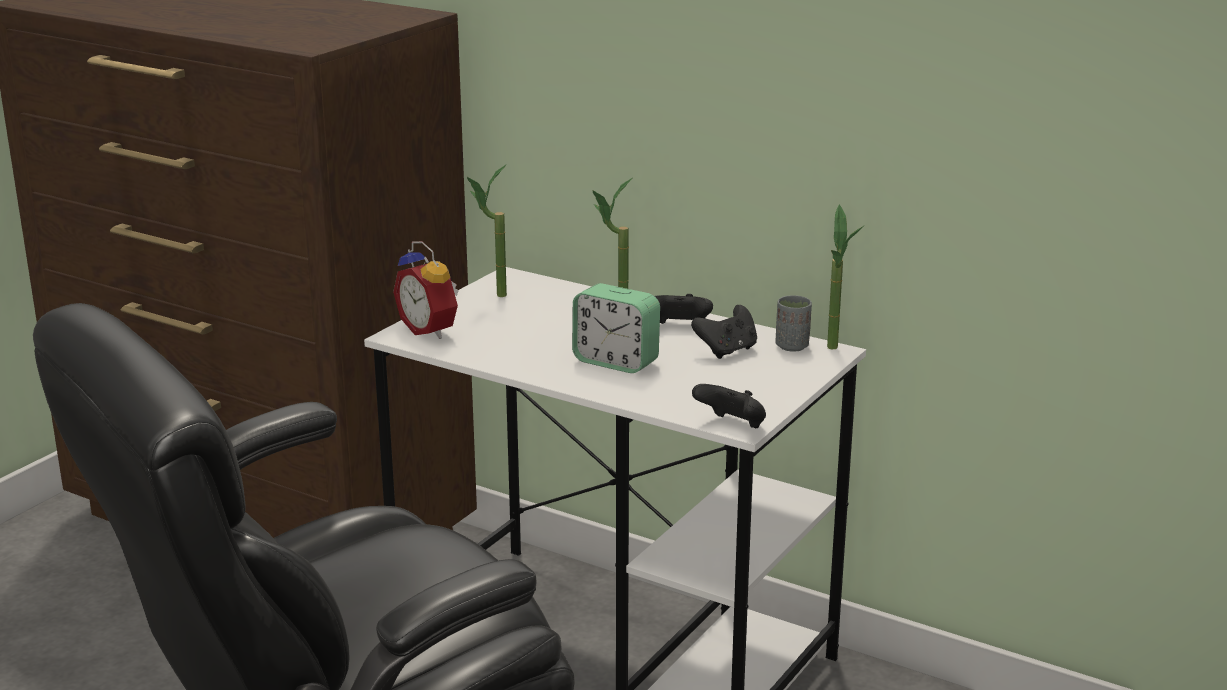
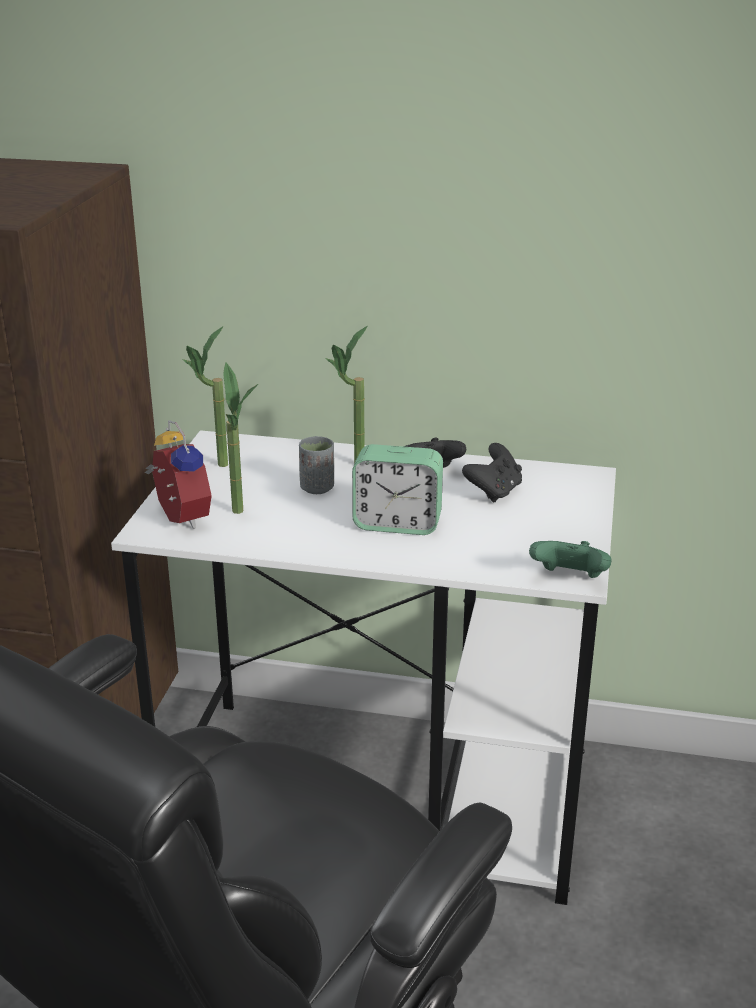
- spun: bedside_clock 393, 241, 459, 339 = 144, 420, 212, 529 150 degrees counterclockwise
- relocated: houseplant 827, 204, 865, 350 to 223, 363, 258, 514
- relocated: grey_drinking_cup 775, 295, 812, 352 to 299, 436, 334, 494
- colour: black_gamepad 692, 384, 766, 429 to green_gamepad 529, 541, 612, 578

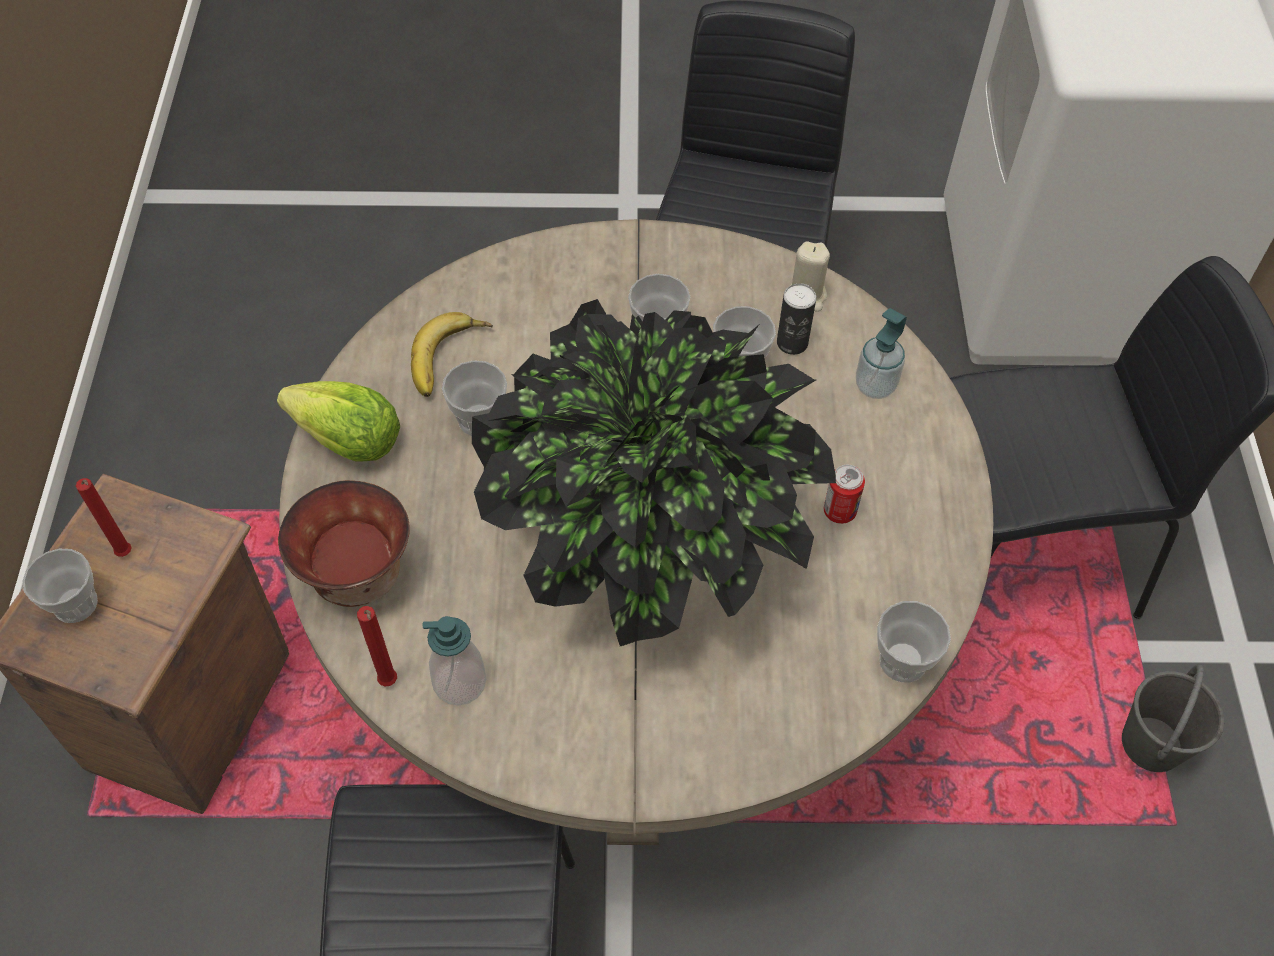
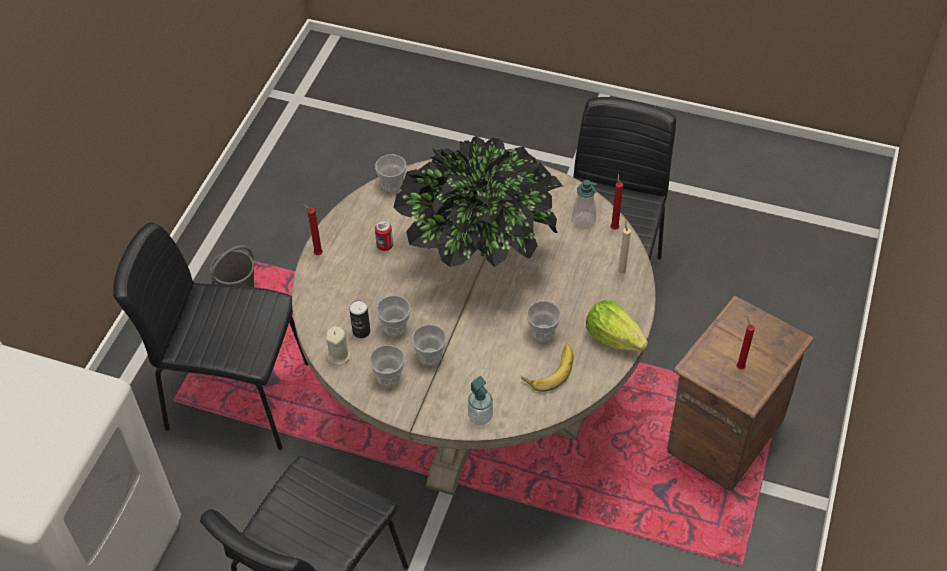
- appeared: red_wax_light 303, 204, 323, 255
- relocated: drinking_cup 22, 549, 98, 623 to 369, 345, 405, 387
- relocated: soap_dispenser 856, 308, 907, 399 to 468, 376, 493, 425
- exchanged: bowl 278, 480, 410, 607 to beige-coloured_wax_light 617, 220, 631, 276

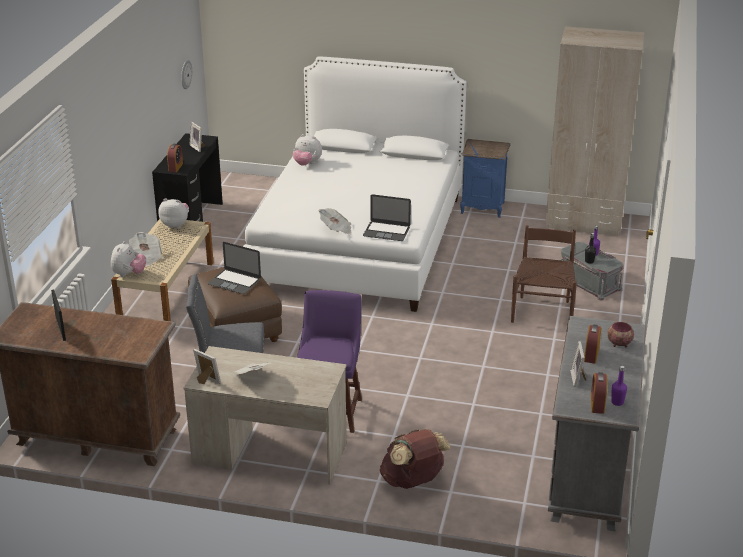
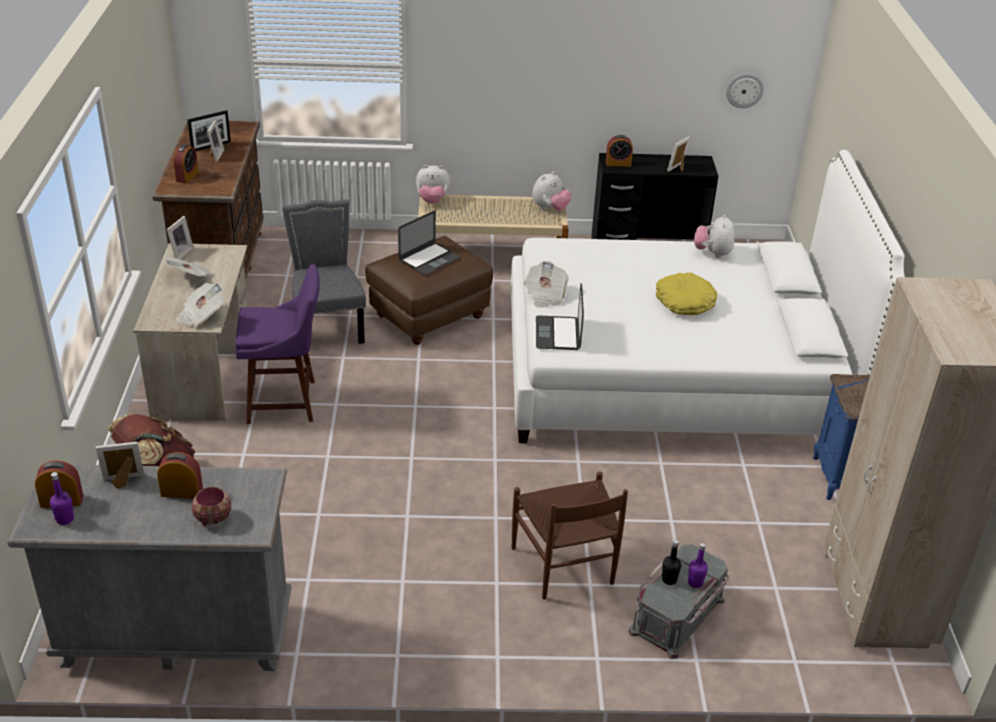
- appeared: bedside_clock 173, 145, 199, 184
- relocated: daily_paper 129, 232, 163, 266 to 176, 283, 224, 327
- appeared: picture_frame 207, 120, 224, 162
- spun: notebook_computer 208, 242, 261, 294 = 398, 211, 461, 275 150 degrees counterclockwise
- spun: brownish_plain_chair 511, 225, 577, 323 = 512, 472, 628, 599 75 degrees clockwise
- spun: soft_toy 158, 199, 189, 229 = 532, 171, 571, 211 45 degrees clockwise
- appeared: yellowish_throw_pillow 656, 273, 717, 315

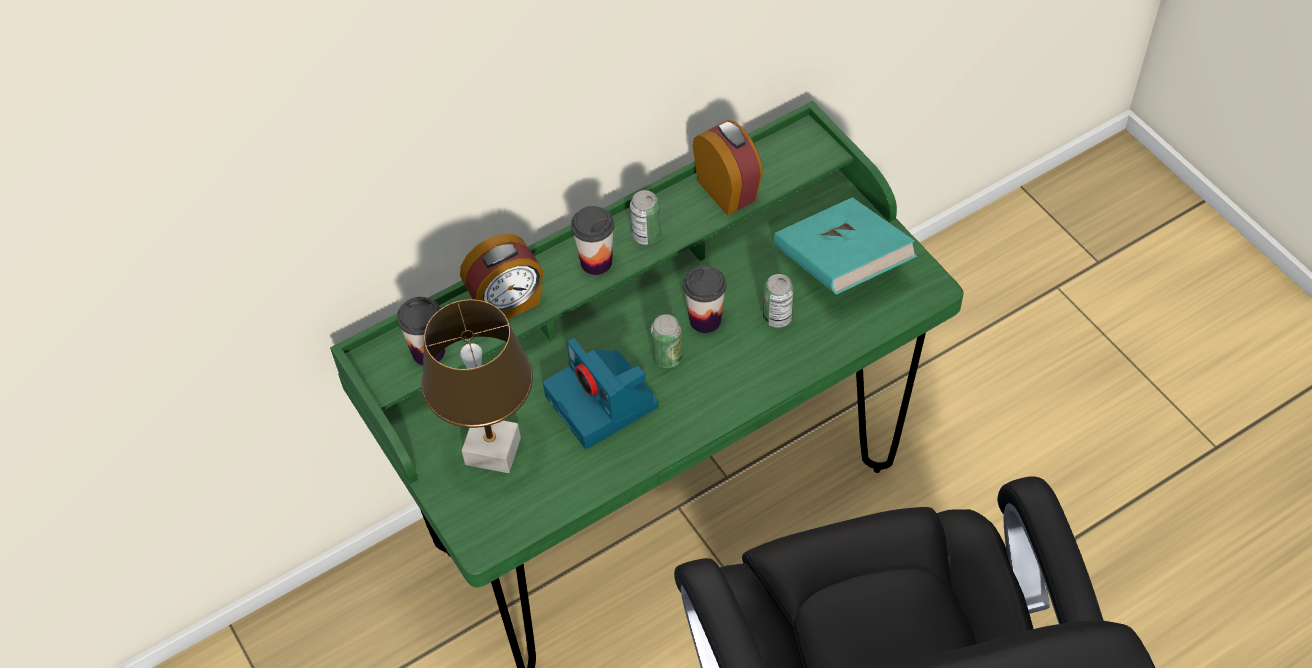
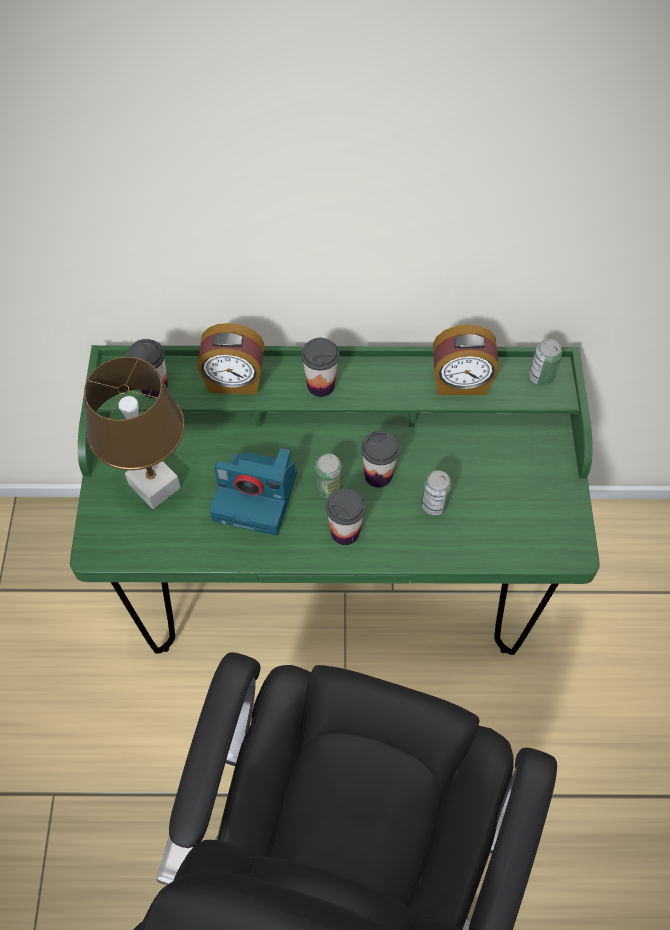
- spun: still_camera 543, 338, 658, 449 = 210, 448, 297, 536 75 degrees counterclockwise
- appeared: drinking_cup 326, 489, 366, 545
- spun: bedside_clock 693, 120, 763, 216 = 433, 324, 499, 395 90 degrees clockwise
- relocated: metal_can 630, 190, 661, 245 to 529, 339, 562, 386
- missing: turquoise-coloured_volume 774, 197, 917, 295

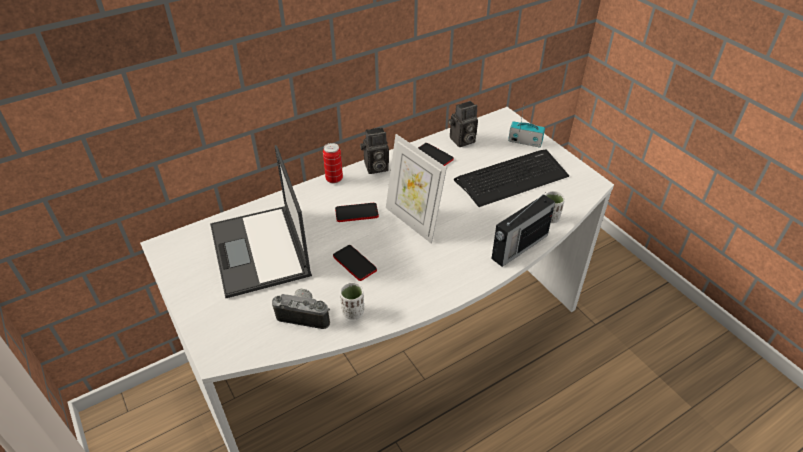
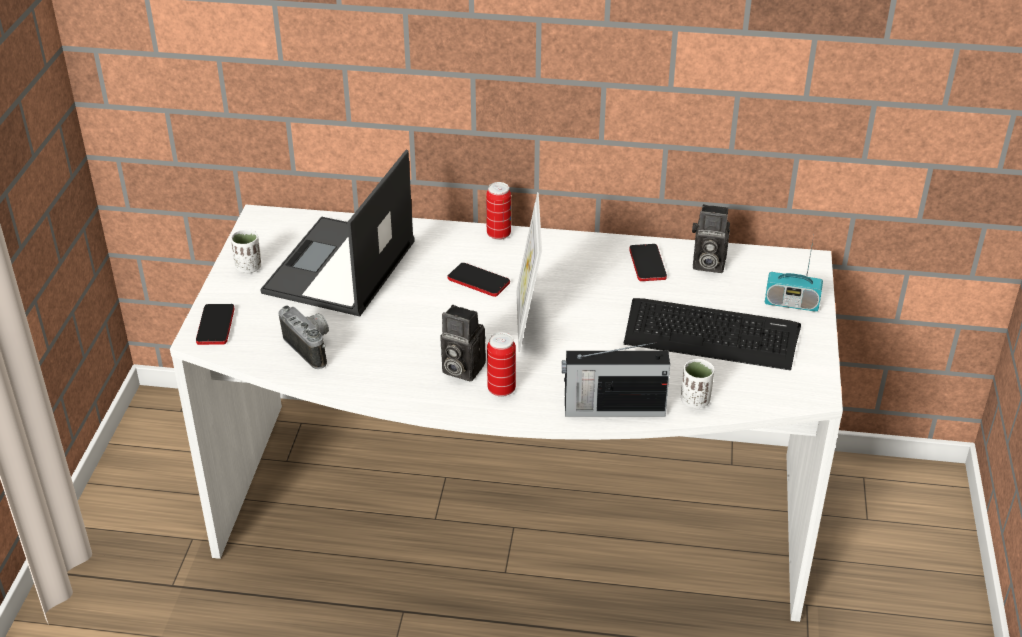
- relocated: handset 333, 245, 377, 281 to 196, 304, 234, 345
- relocated: white-coloured_drinking_cup 340, 282, 364, 320 to 231, 229, 261, 274
- relocated: still_camera 360, 127, 389, 174 to 440, 305, 486, 382
- appeared: metal_can 487, 332, 516, 397
- spun: radio_set 508, 107, 545, 147 = 765, 235, 823, 312 135 degrees clockwise

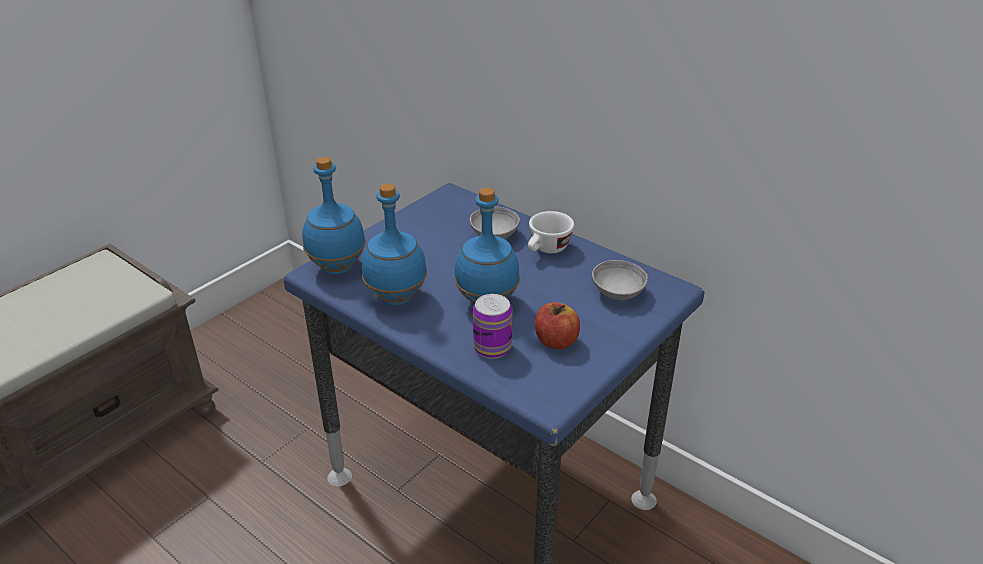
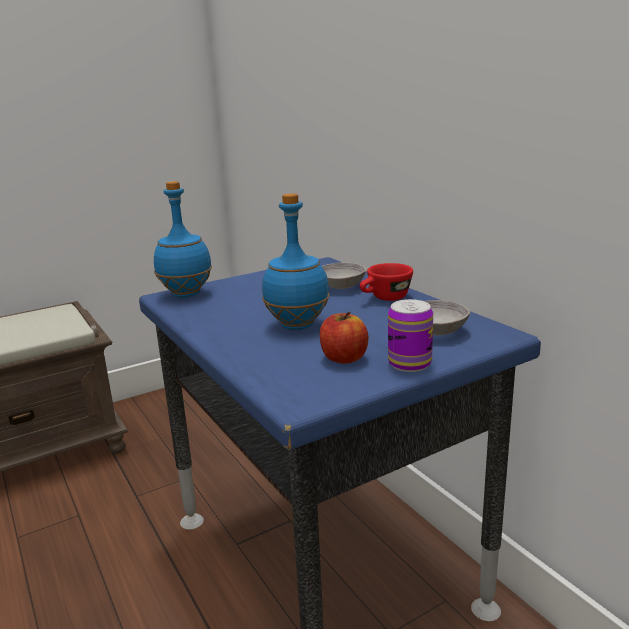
- colour: white-coloured_drinking_cup 528, 211, 574, 253 to red_drinking_cup 360, 263, 413, 301
- relocated: metal_can 473, 294, 512, 359 to 388, 299, 433, 372
- missing: blue_beverage_bottle 362, 184, 427, 305

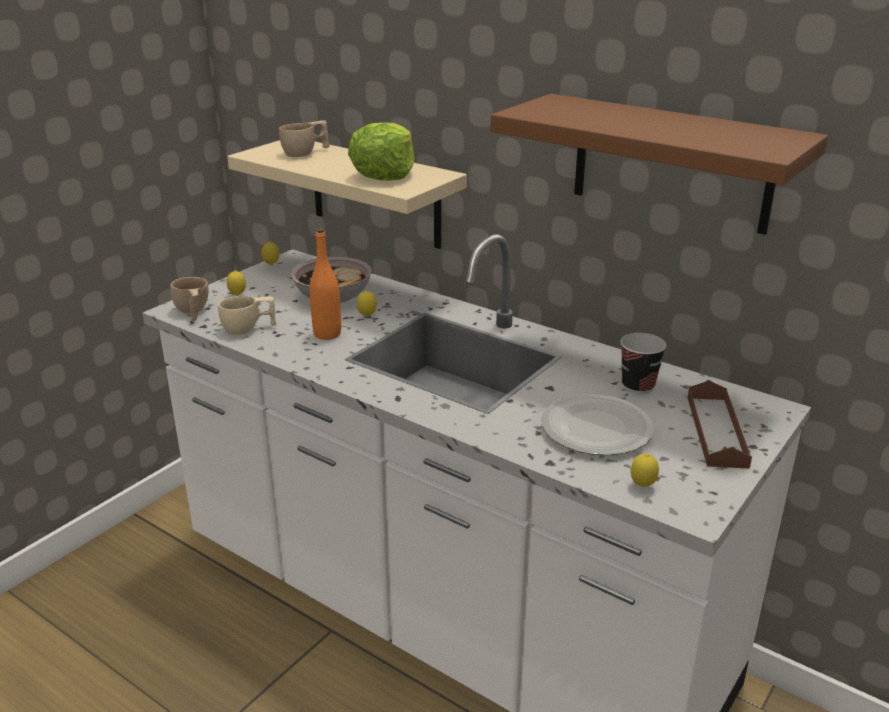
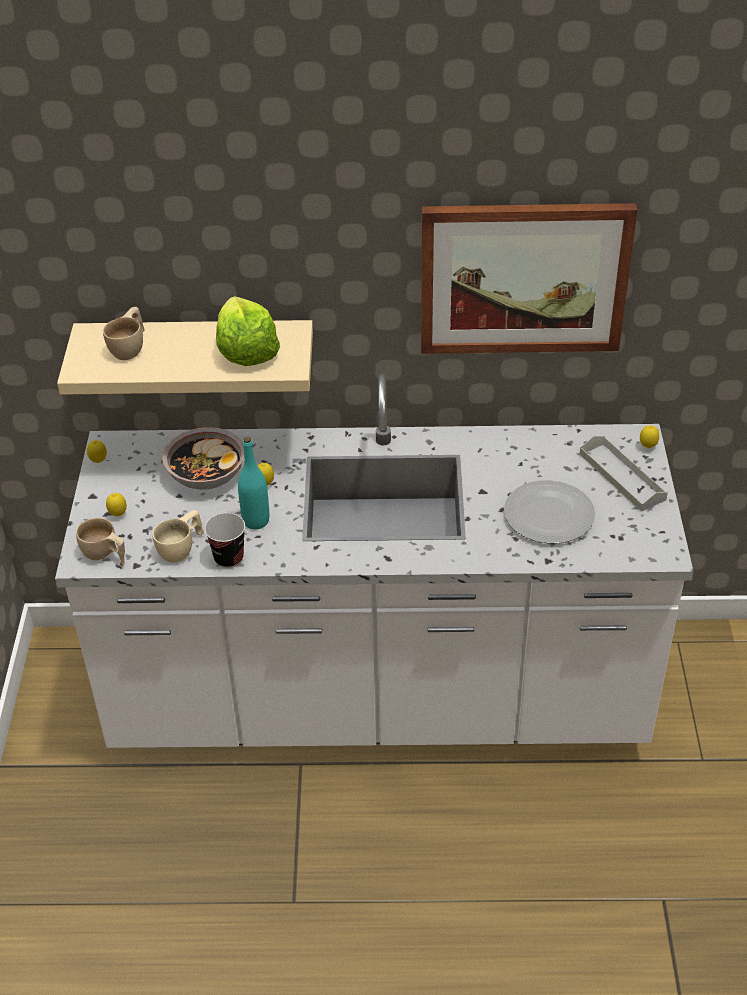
- relocated: drinking_cup 621, 333, 666, 394 to 205, 513, 245, 568
- colour: orange-coloured_beverage_bottle 310, 228, 341, 340 to turquoise-coloured_beverage_bottle 238, 437, 269, 529
- exchanged: brownish_bracket_shelf 491, 94, 828, 235 to picture 421, 203, 638, 354
- colour: brownish_serving_tray 688, 381, 752, 469 to grey_serving_tray 580, 436, 668, 512
- relocated: citrus_fruit 631, 453, 659, 487 to 640, 425, 659, 448

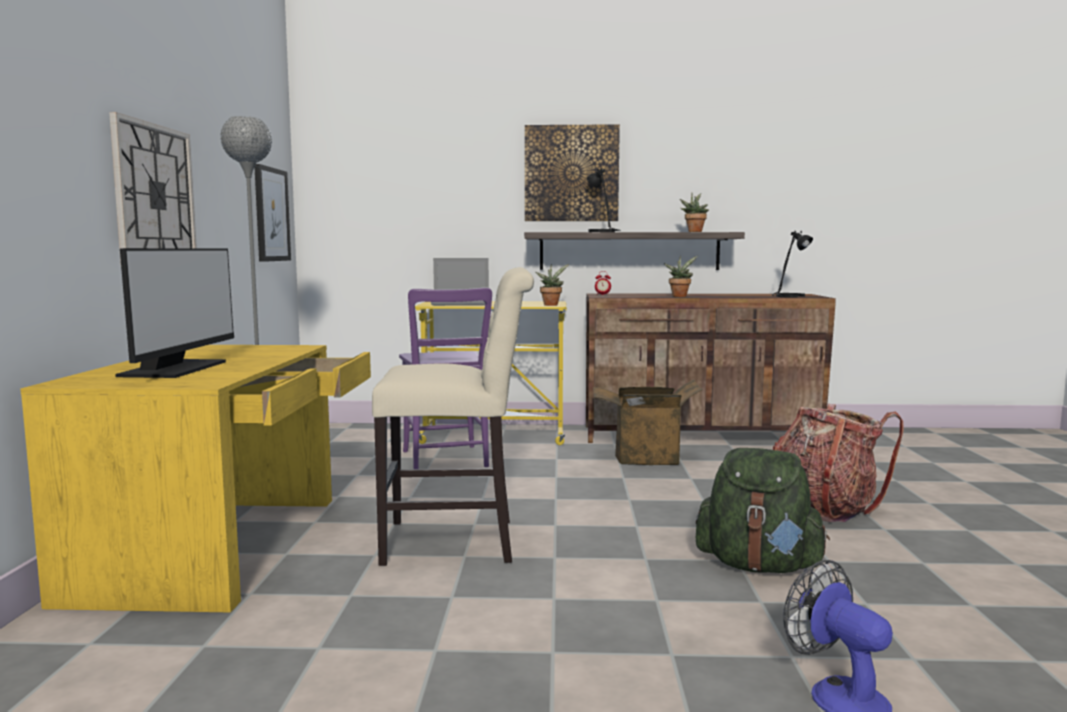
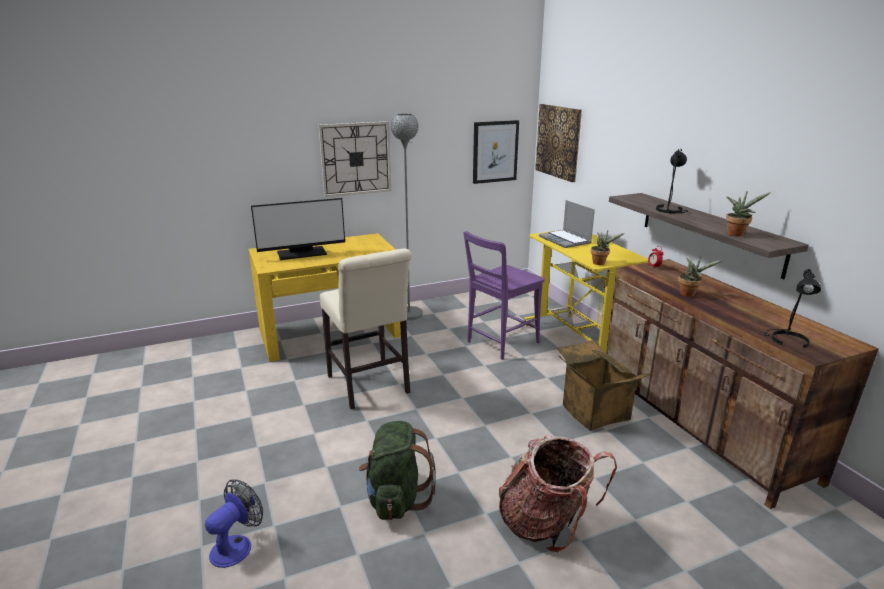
- relocated: picture 525, 124, 620, 221 to 535, 104, 582, 182

